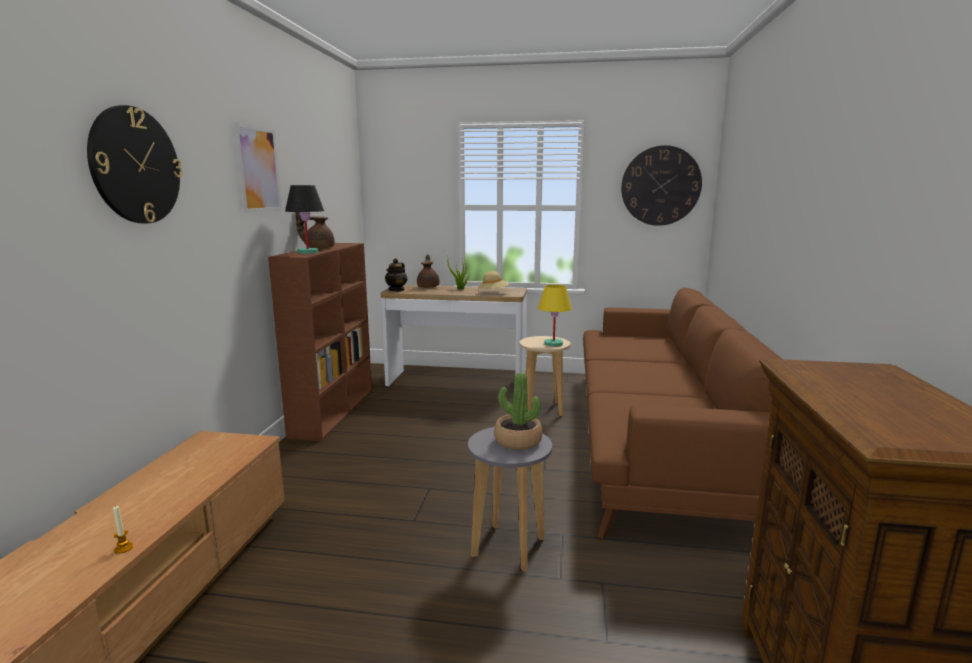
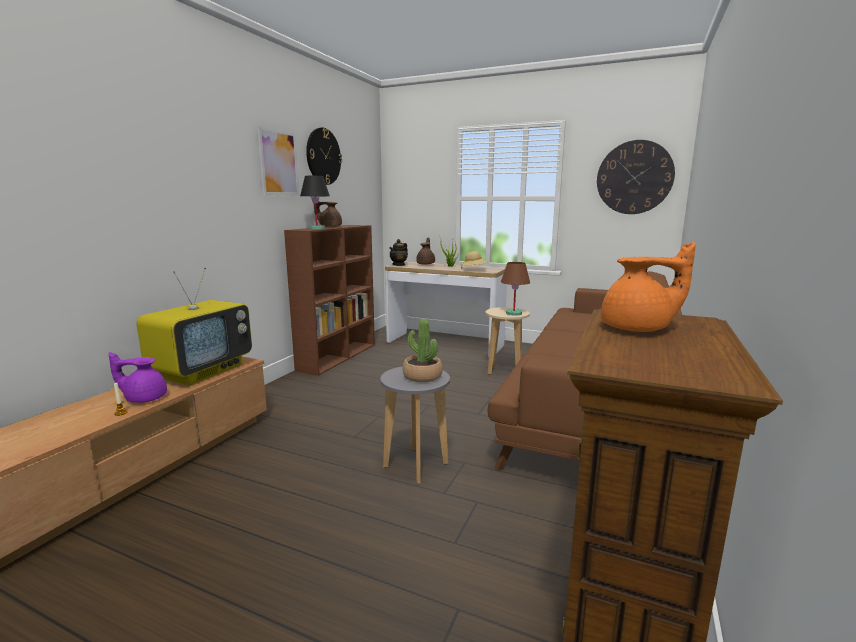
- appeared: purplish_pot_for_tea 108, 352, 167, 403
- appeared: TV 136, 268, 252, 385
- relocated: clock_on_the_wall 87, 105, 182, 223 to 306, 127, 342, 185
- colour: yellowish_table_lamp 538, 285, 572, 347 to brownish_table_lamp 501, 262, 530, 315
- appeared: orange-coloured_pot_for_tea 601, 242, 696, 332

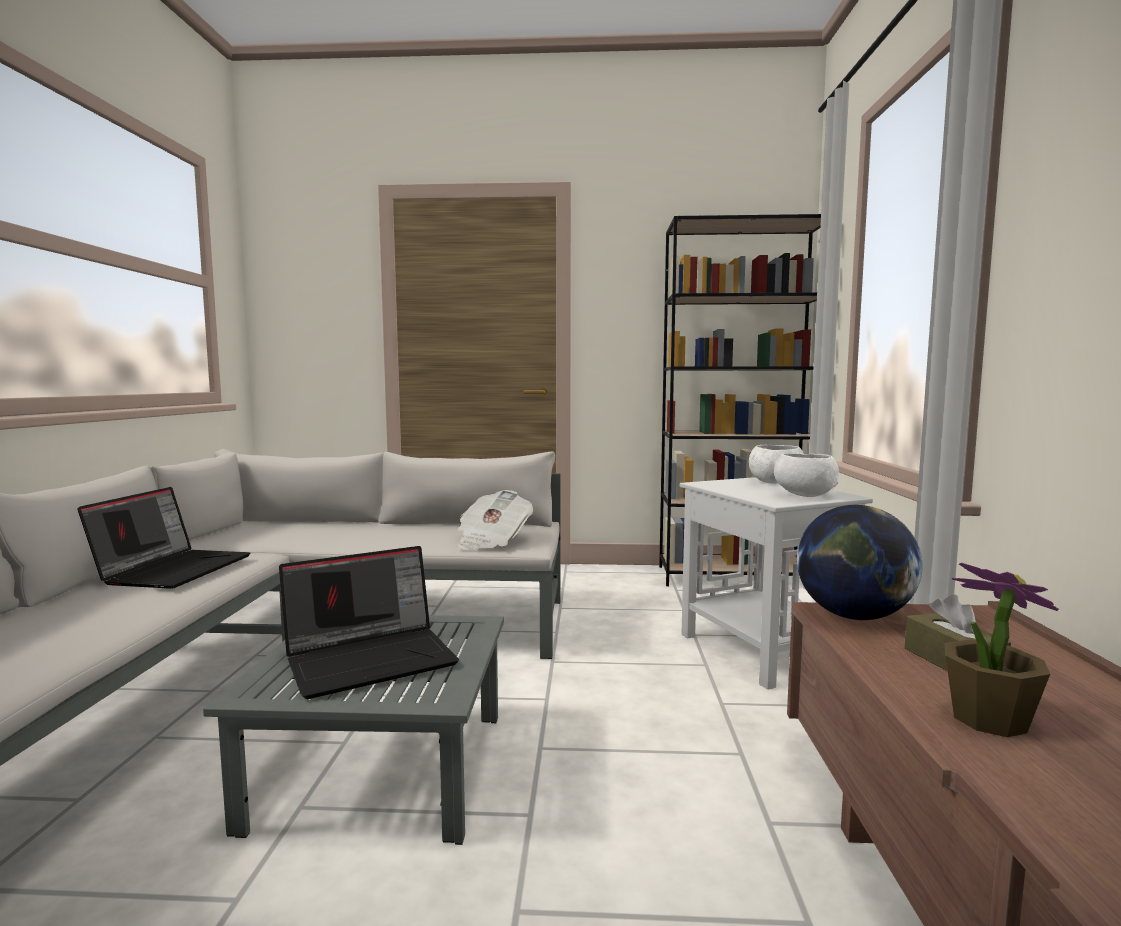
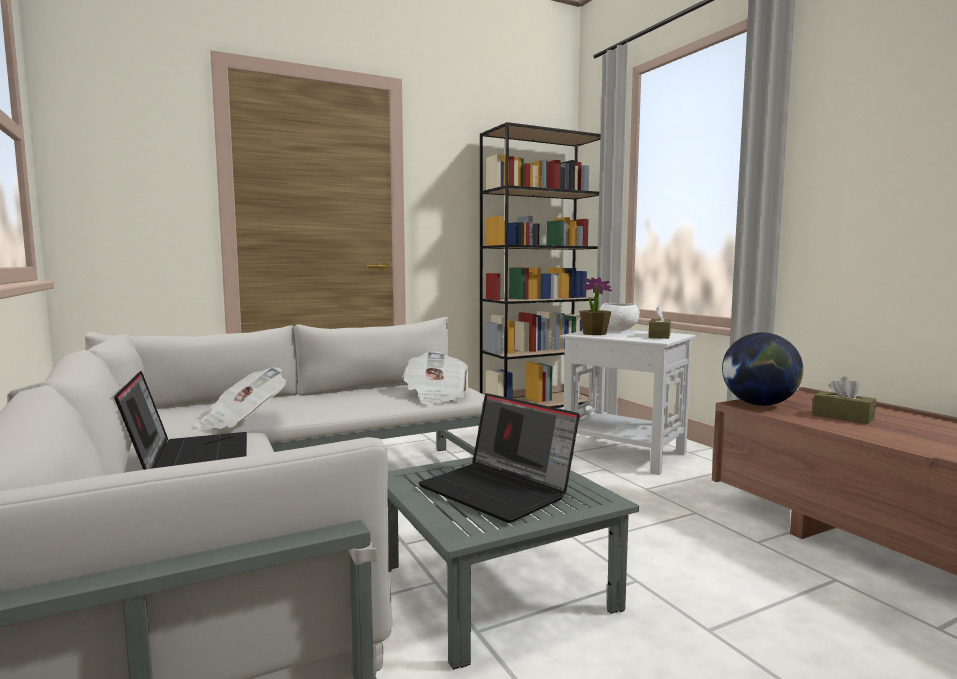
- appeared: daily_paper 194, 367, 286, 429
- spun: notebook_computer 279, 546, 459, 699 = 418, 393, 580, 523 105 degrees clockwise
- relocated: houseplant 944, 563, 1059, 737 to 579, 277, 612, 335
- exchanged: white-coloured_bowl 774, 453, 839, 497 to brownish_tissue_holder 649, 305, 671, 339

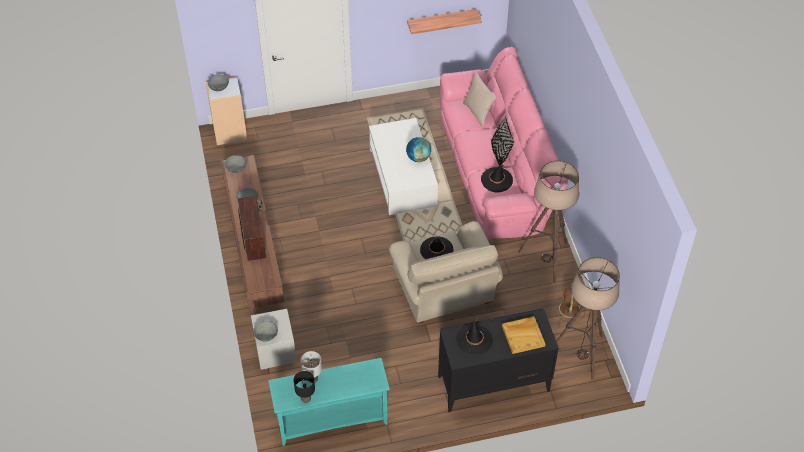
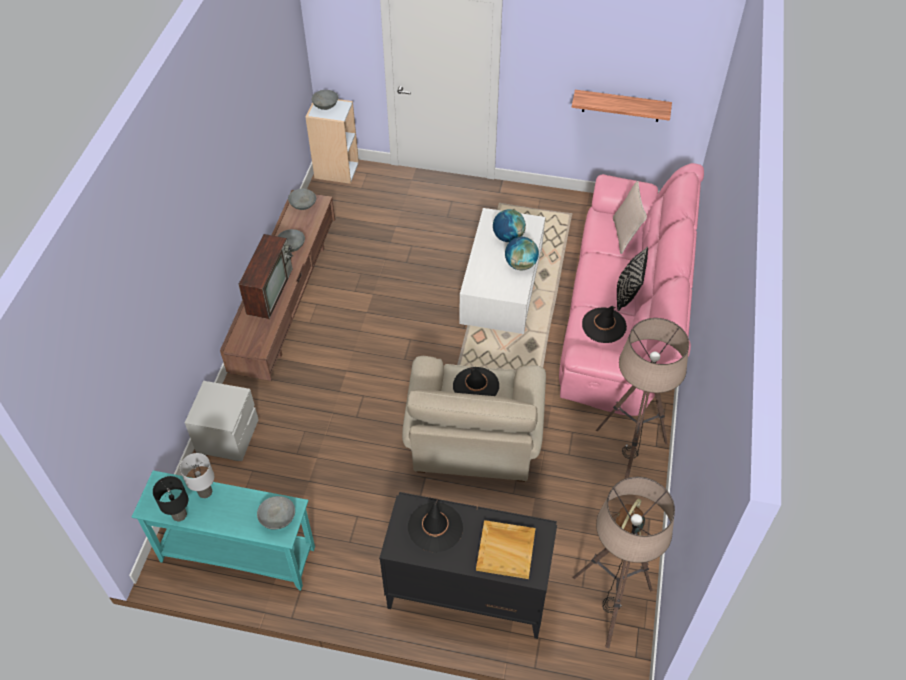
- relocated: grey_bowl 253, 320, 278, 342 to 257, 496, 295, 530
- appeared: world_globe 493, 209, 526, 242

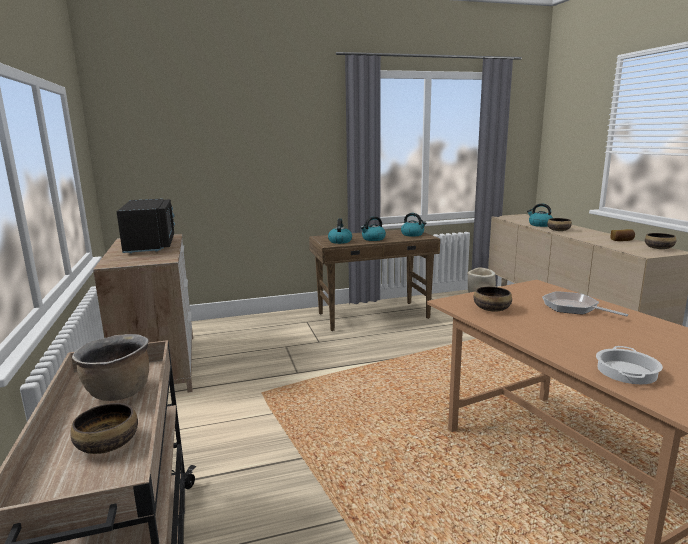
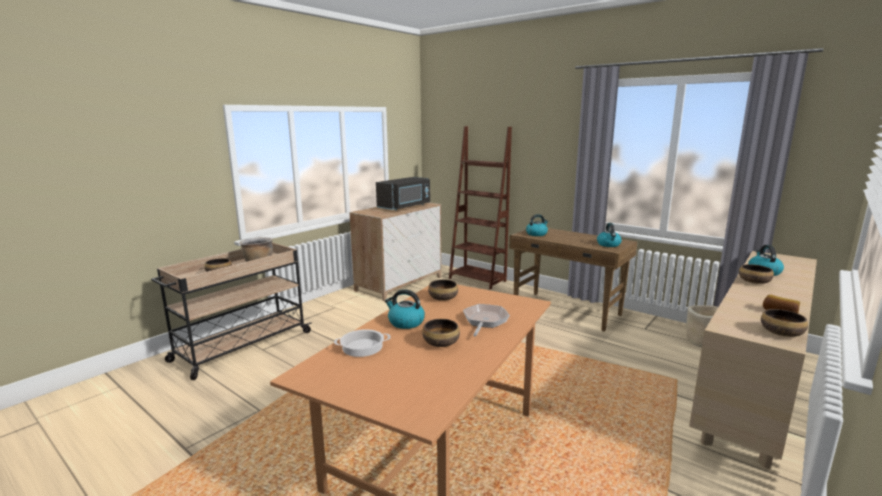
- relocated: kettle 360, 216, 386, 241 to 385, 289, 425, 329
- appeared: bowl 422, 319, 460, 347
- appeared: brownish_bookshelf 449, 126, 512, 289

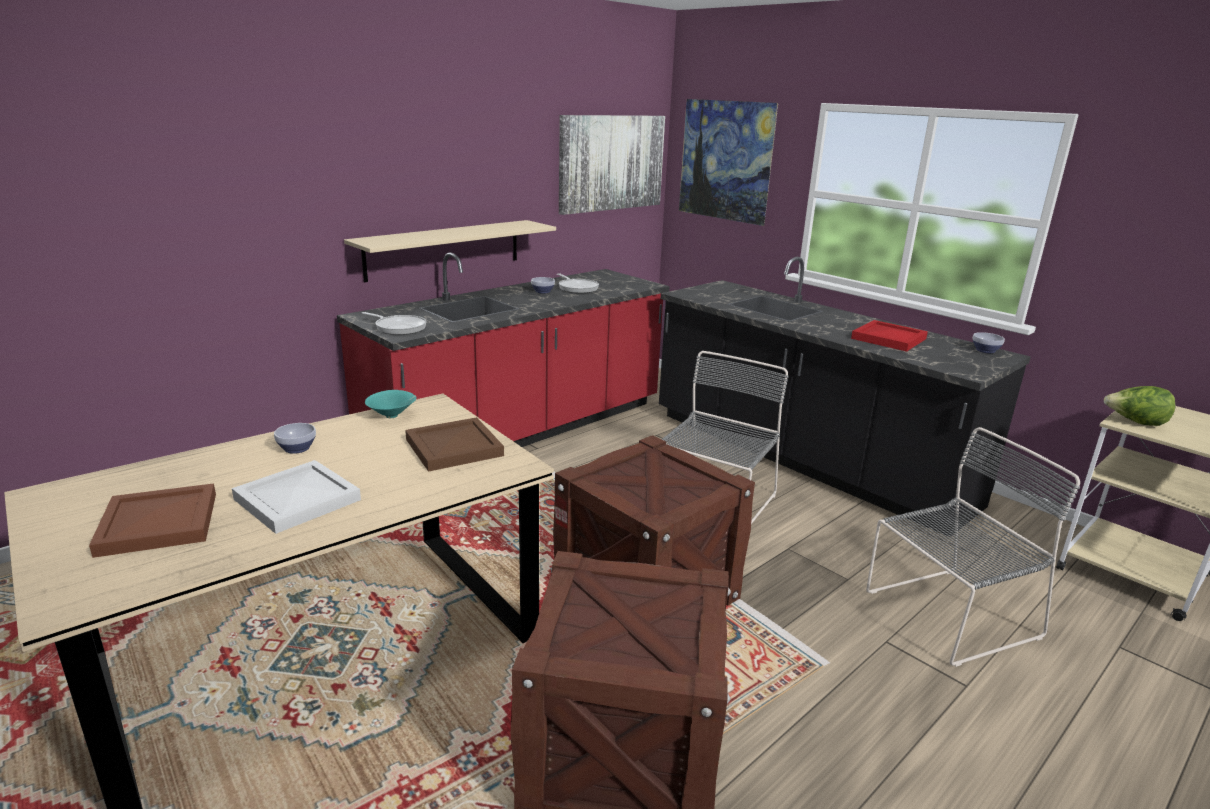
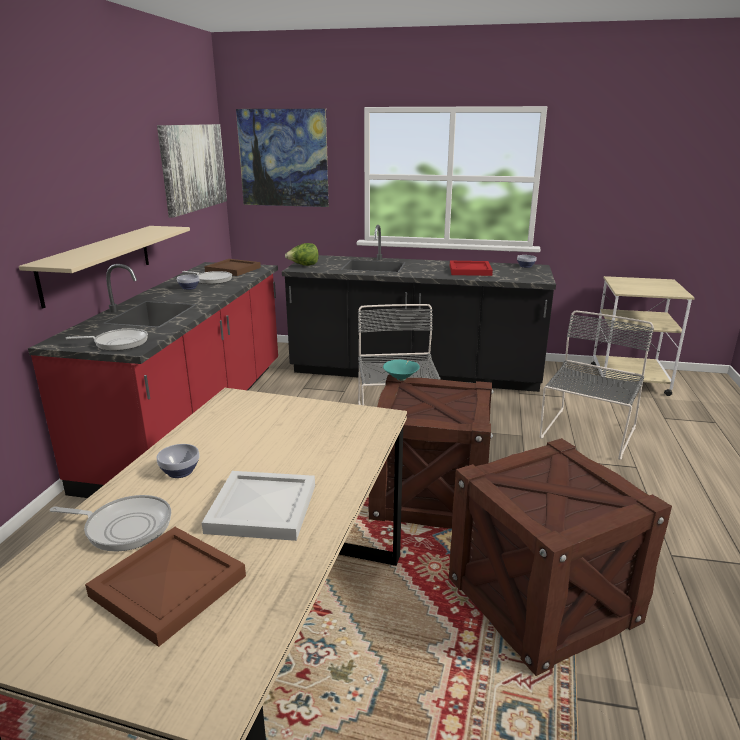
- appeared: pan 50, 495, 171, 552
- relocated: brownish_serving_tray 405, 417, 504, 472 to 204, 259, 261, 276
- relocated: lettuce_head 1104, 386, 1176, 426 to 285, 243, 319, 266
- relocated: turquoise-coloured_bowl 365, 390, 416, 418 to 383, 360, 420, 381

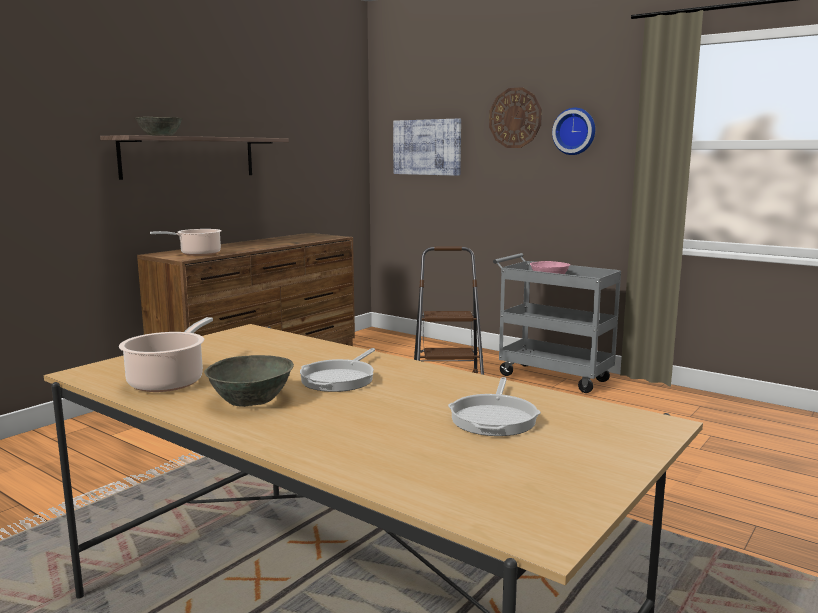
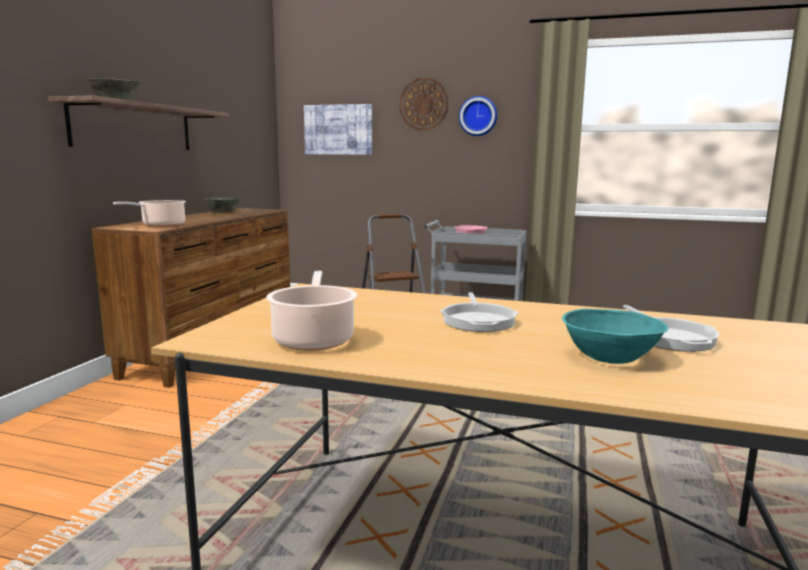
- relocated: grey_bowl 204, 355, 294, 407 to 205, 197, 241, 213
- appeared: turquoise-coloured_bowl 562, 309, 668, 364

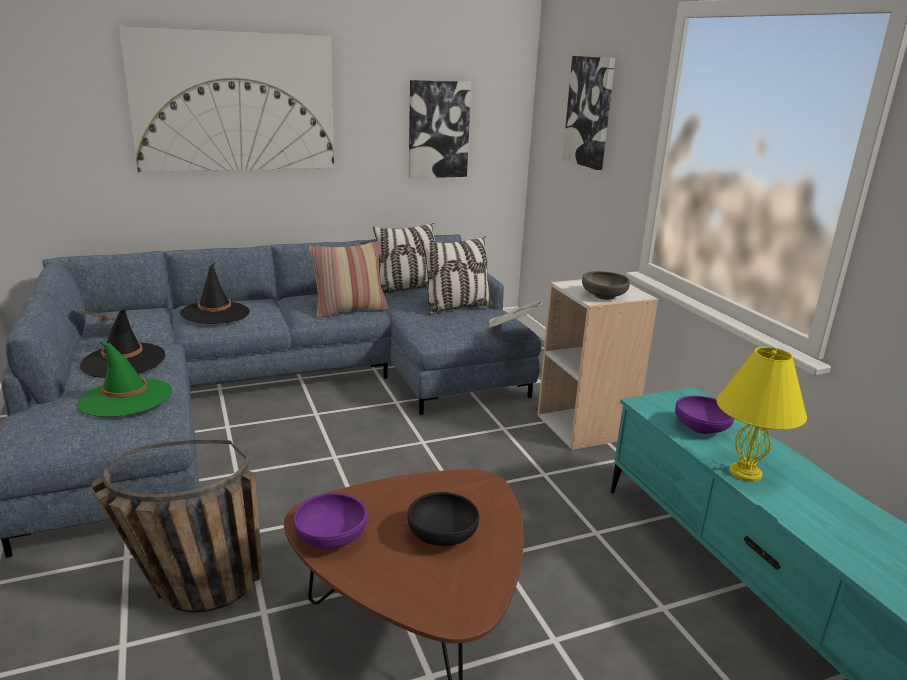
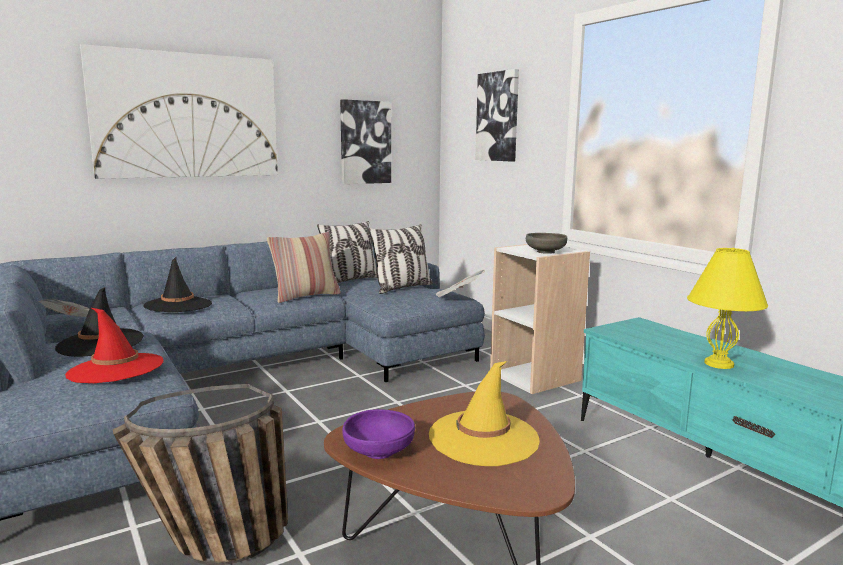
- colour: green_hat 77, 341, 172, 417 to red_hat 65, 308, 163, 383
- exchanged: black_bowl 408, 492, 479, 546 to yellowish_hat 429, 361, 540, 466
- missing: purplish_bowl 675, 396, 734, 434

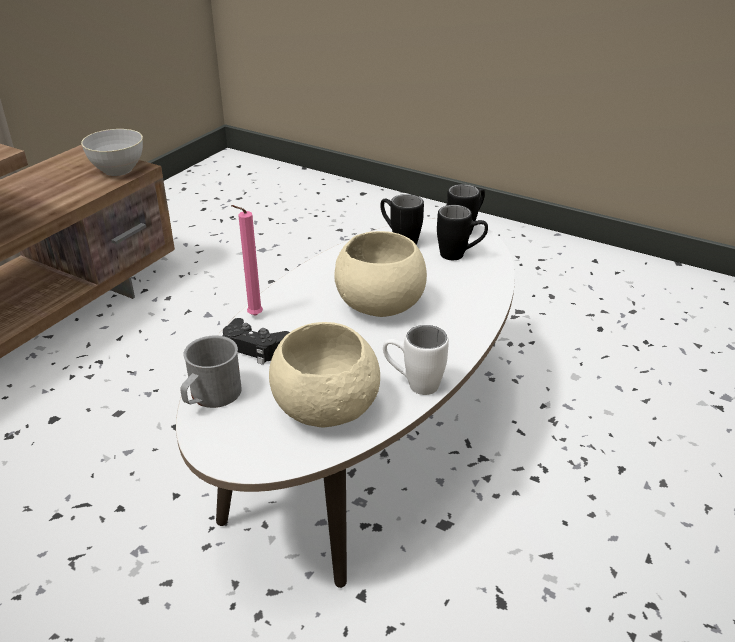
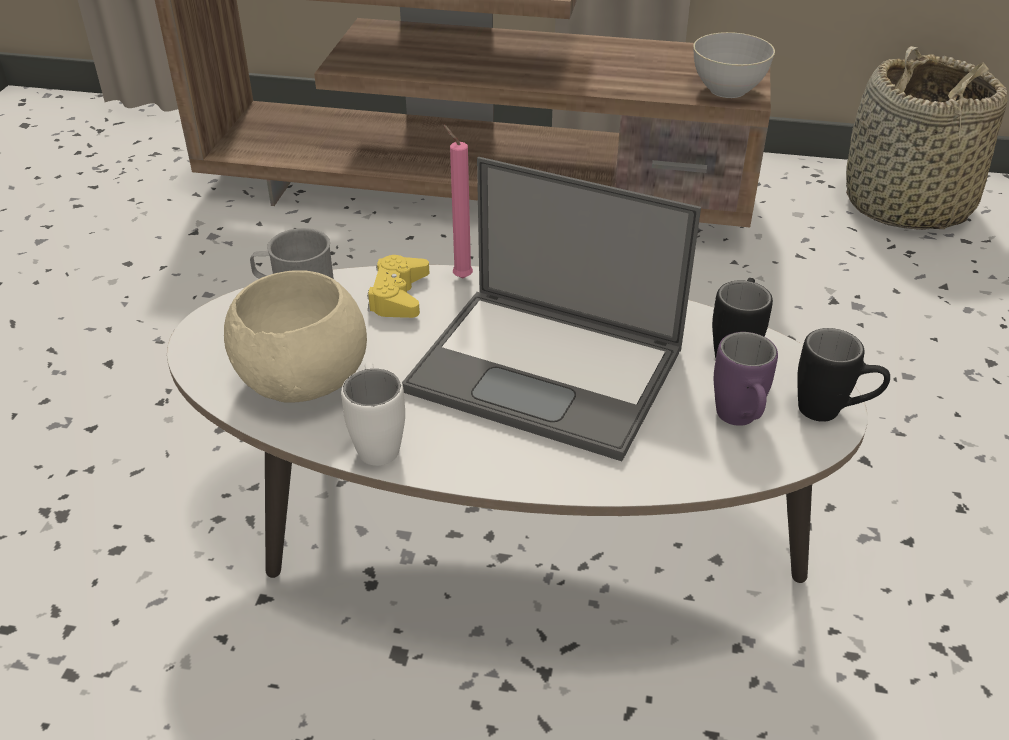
- colour: black_gamepad 222, 318, 290, 365 to yellowish_gamepad 367, 255, 429, 318
- exchanged: beige-coloured_bowl 334, 231, 427, 317 to notebook_computer 402, 157, 701, 461
- colour: black_mug 437, 205, 488, 260 to purplish_mug 714, 332, 778, 426
- appeared: basket 846, 46, 1008, 230

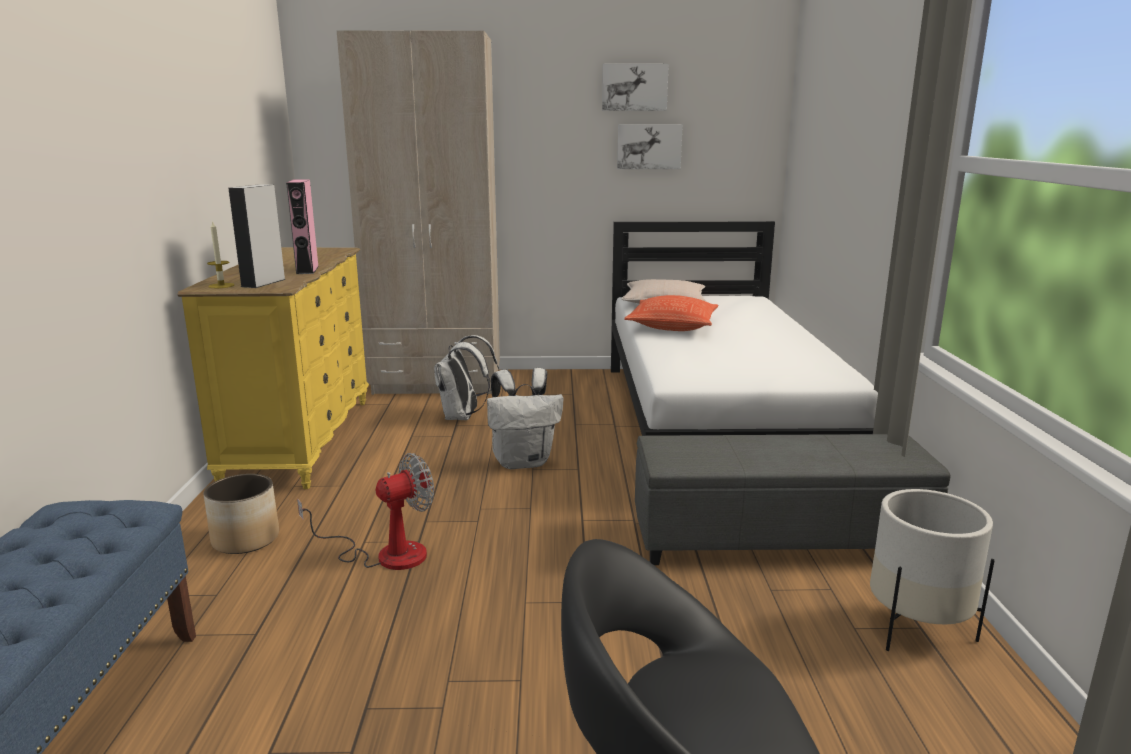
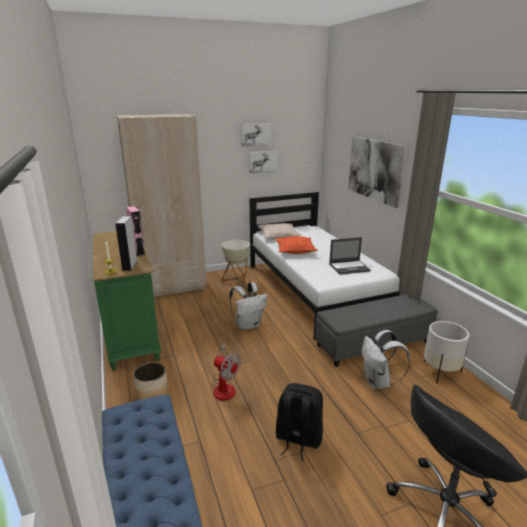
- colour: yellowish_dresser 177, 247, 369, 489 to green_dresser 93, 231, 161, 370
- spun: cooling_fan 297, 453, 434, 570 = 212, 343, 240, 400 90 degrees clockwise
- appeared: flower_pot 221, 240, 250, 288
- appeared: black_rucksack 276, 383, 323, 461
- appeared: notebook_computer 329, 237, 371, 275
- appeared: picture 348, 137, 406, 208
- relocated: white-coloured_rucksack 434, 335, 499, 420 to 362, 330, 410, 389

